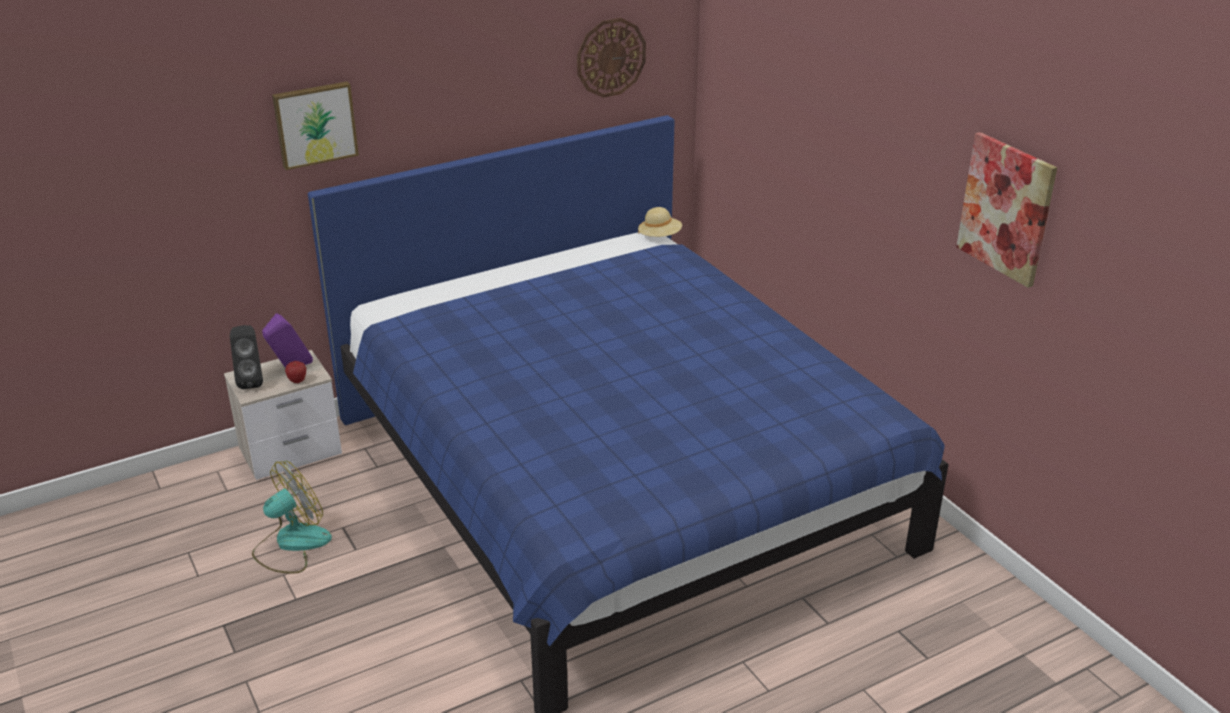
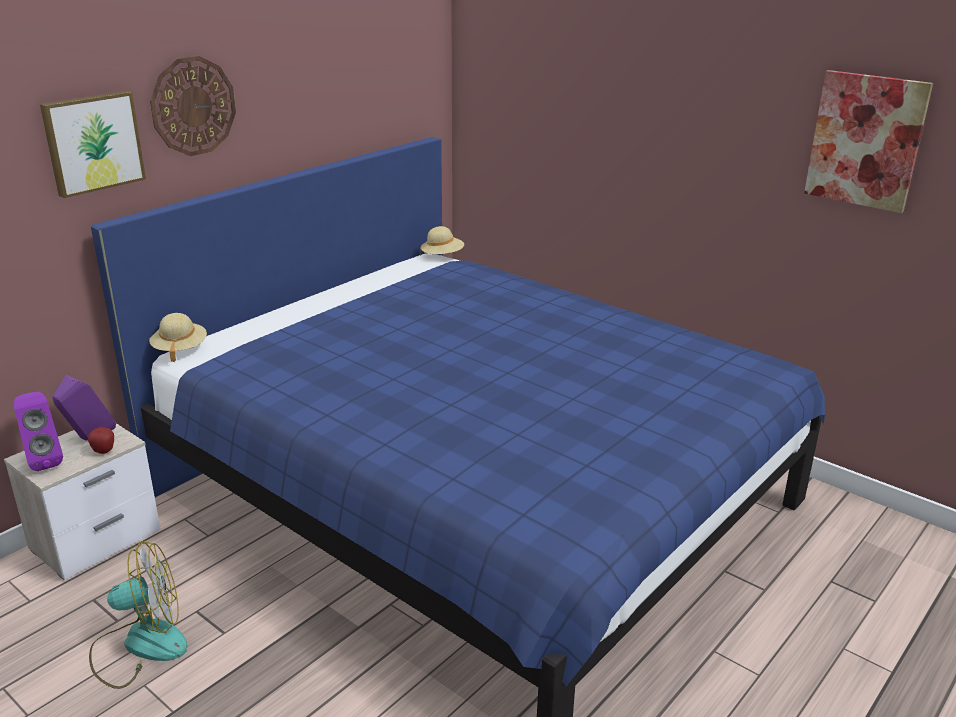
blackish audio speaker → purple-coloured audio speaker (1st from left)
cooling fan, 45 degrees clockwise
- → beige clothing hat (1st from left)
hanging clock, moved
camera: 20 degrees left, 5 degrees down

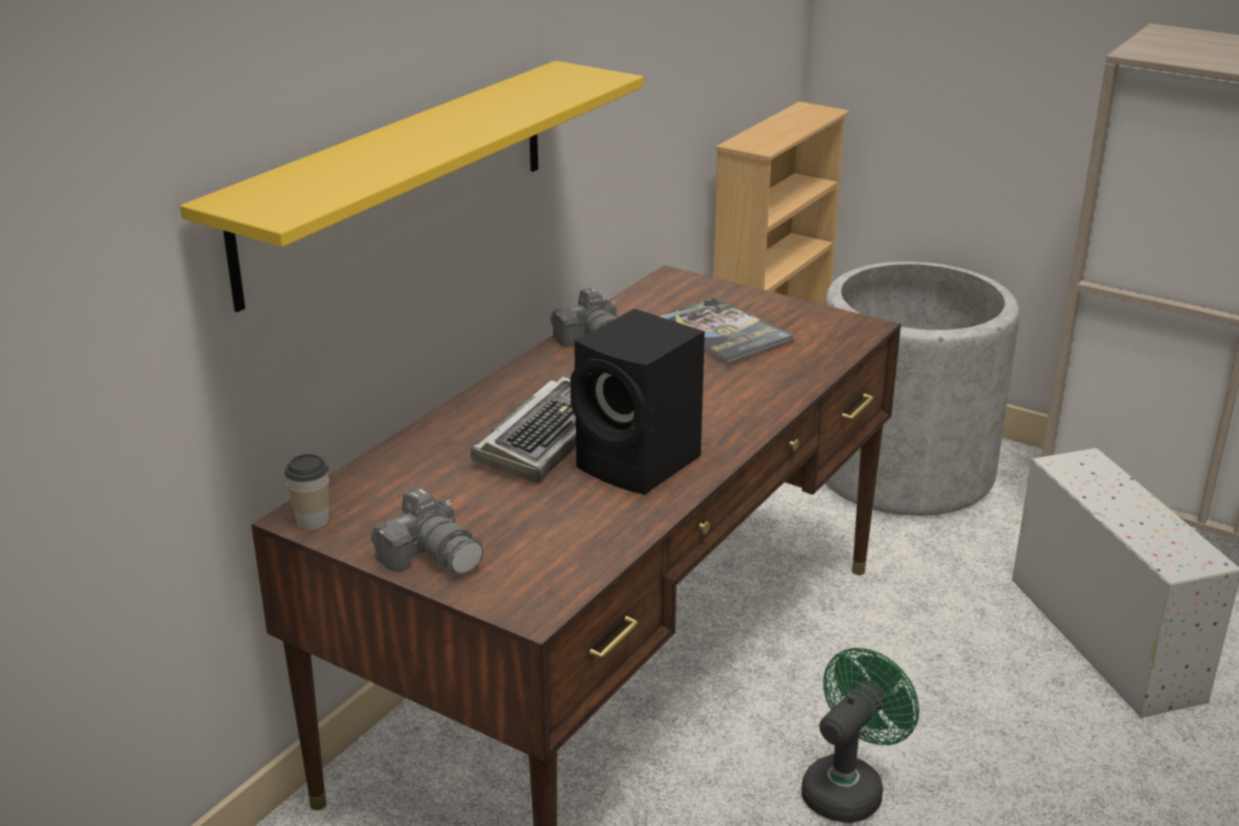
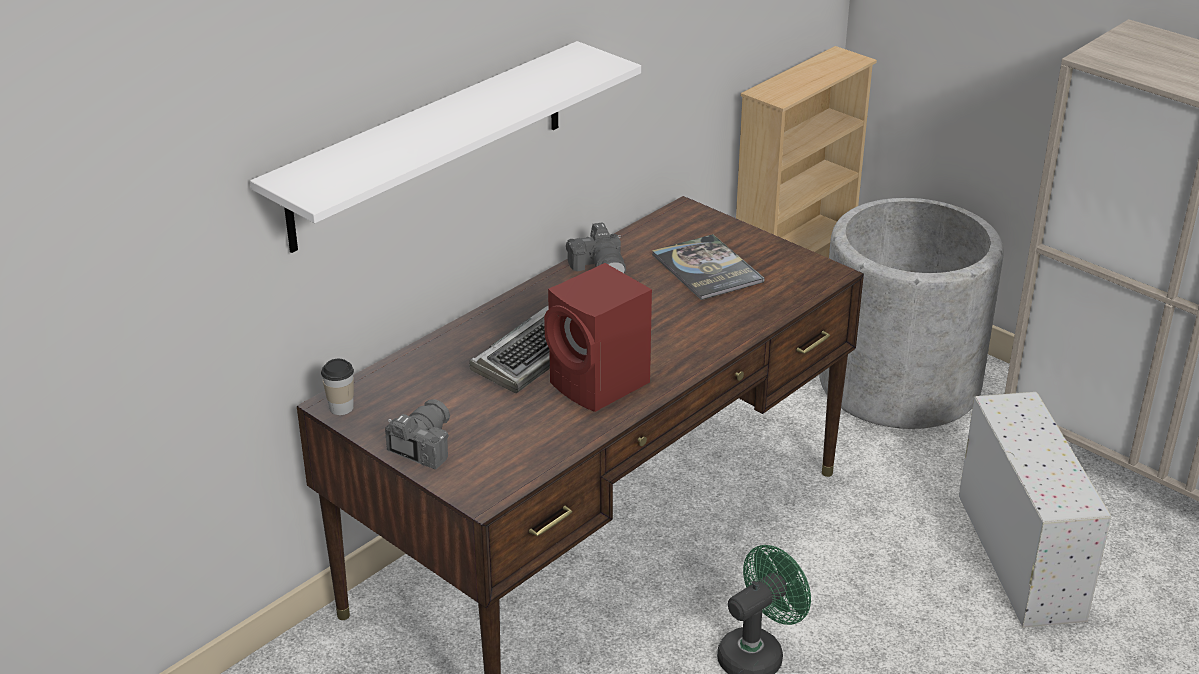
yellowish shelf → whitish shelf
still camera (1st from left), 120 degrees counterclockwise
blackish audio speaker → reddish audio speaker
camera: 10 degrees right, 5 degrees up

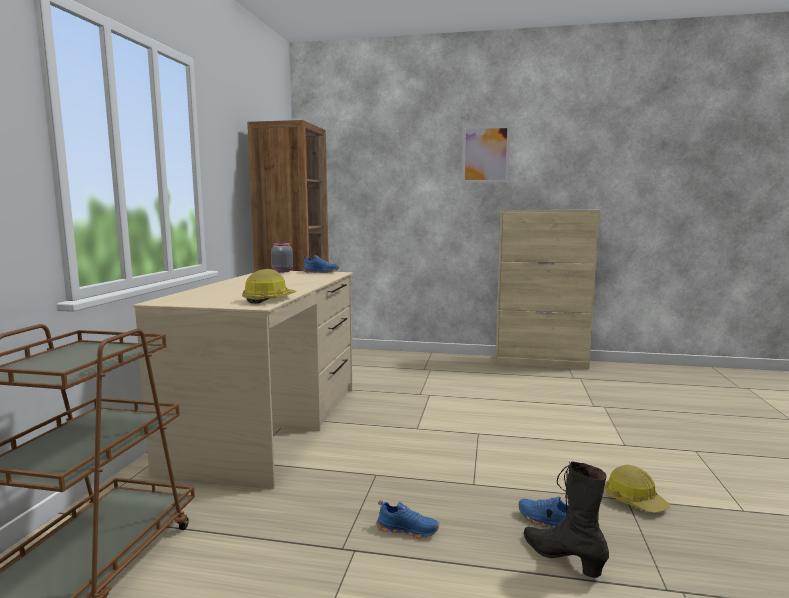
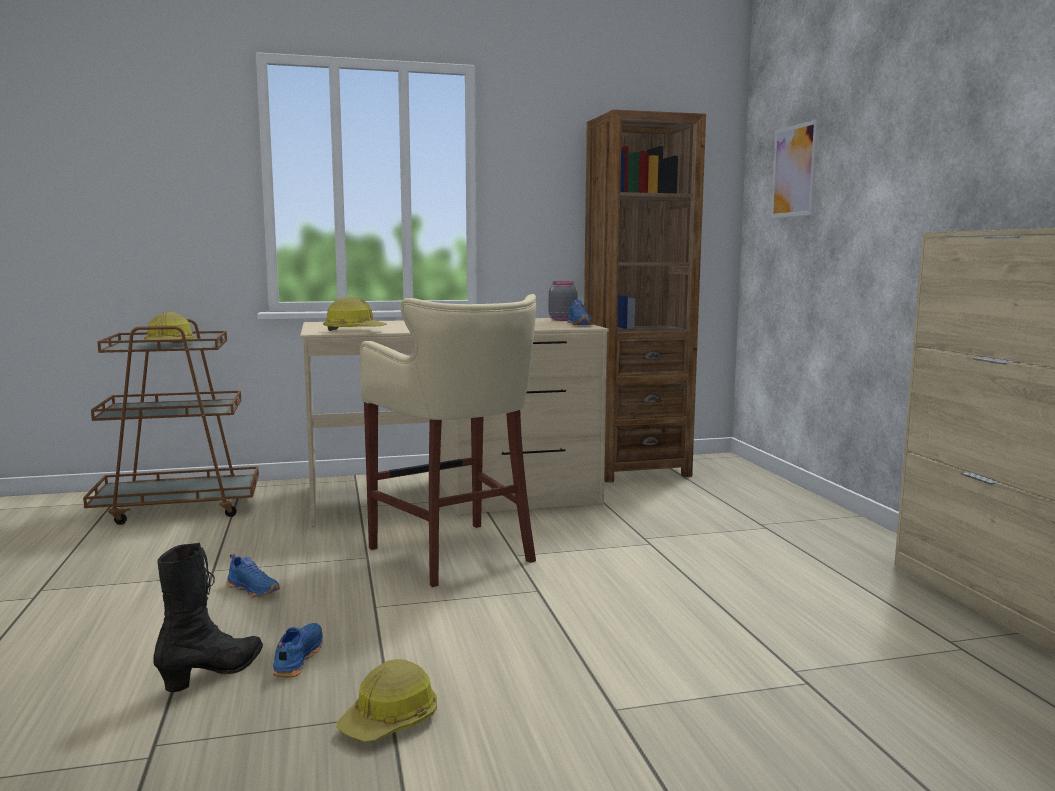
- → safety helmet (1st from left)
bluish item of footwear (2nd from left in the first image) → bluish item of footwear (1st from left), 45 degrees counterclockwise
- → beige stool seat
picture, moved
camera: 65 degrees right, 0 degrees up

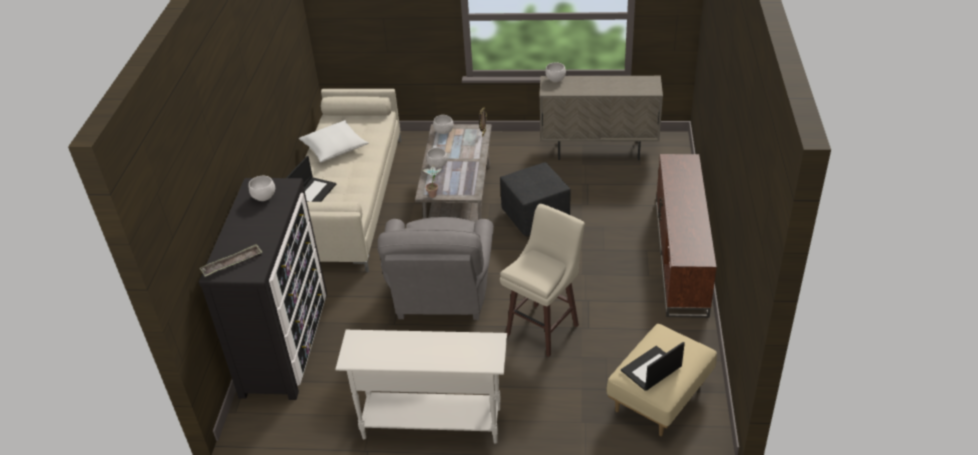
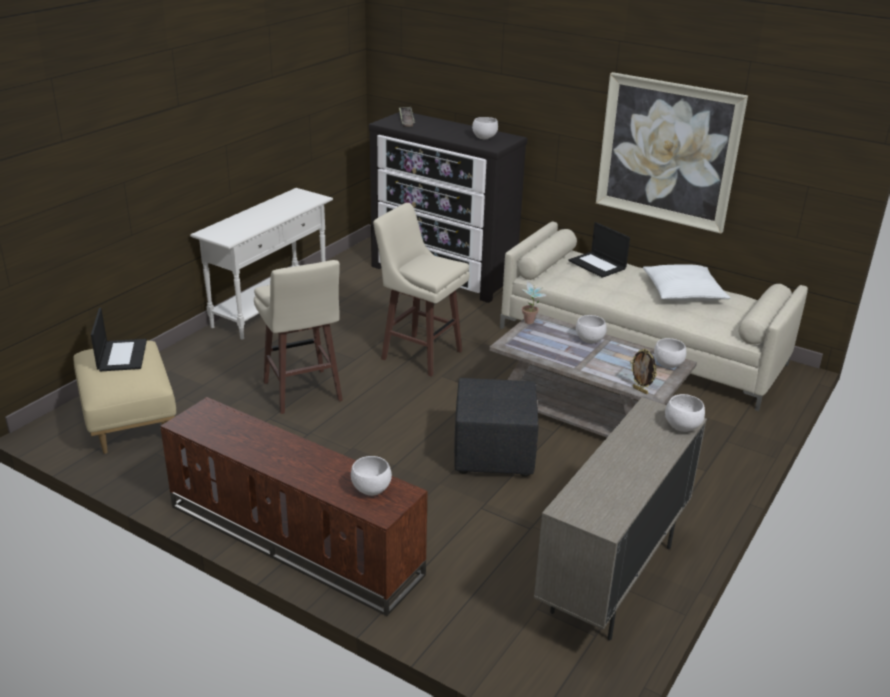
- → whitish bowl (1st from left)
gray armchair → beige stool seat (2nd from left)
- → picture
camera: 115 degrees right, 10 degrees down

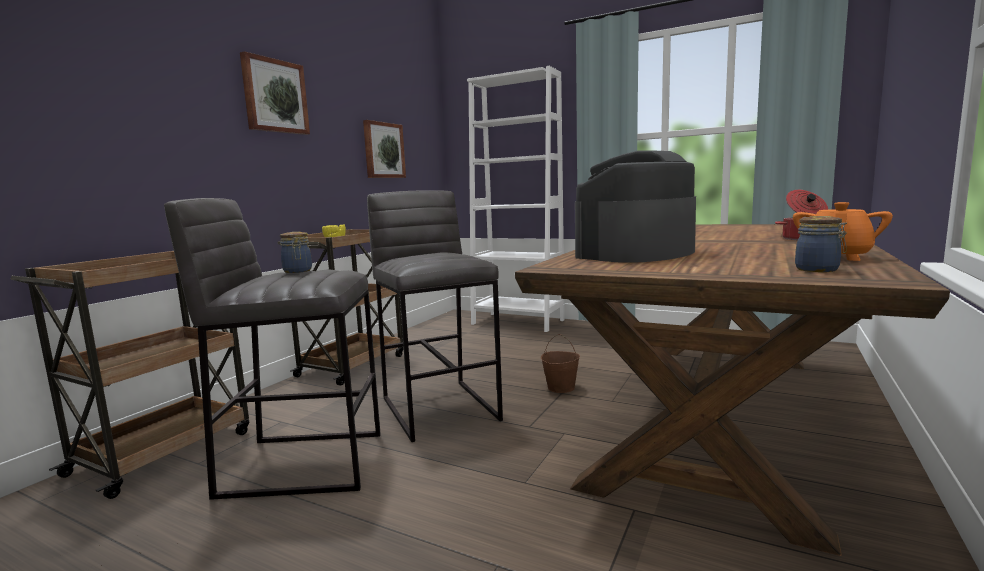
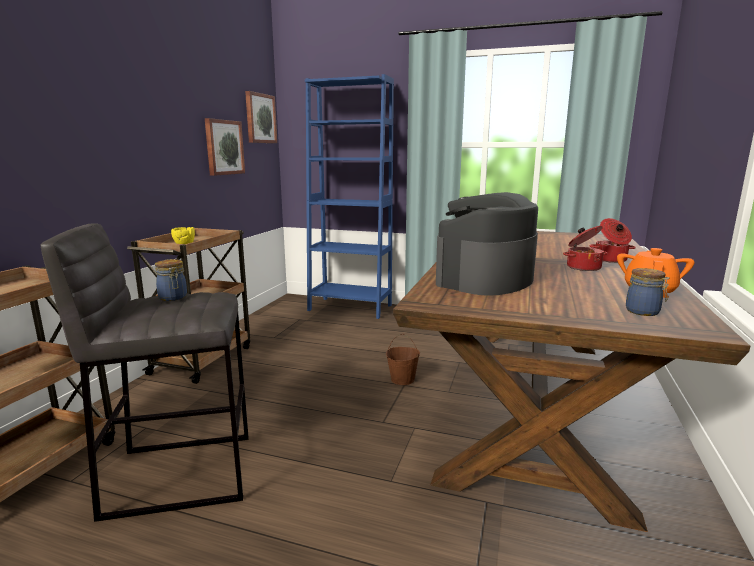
picture (1st from left in the first image) → picture (2nd from left), moved
whitish shelving unit → bluish shelving unit
- → saucepot (1st from left)
gray stool seat (2nd from left) → -
camera: 10 degrees left, 5 degrees up

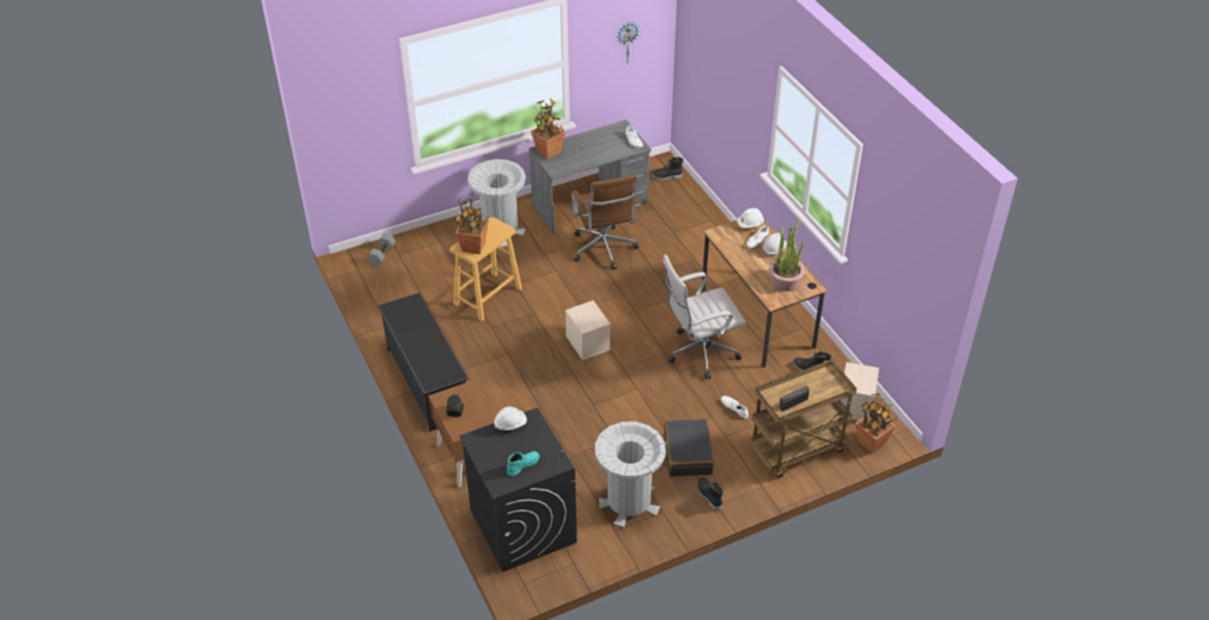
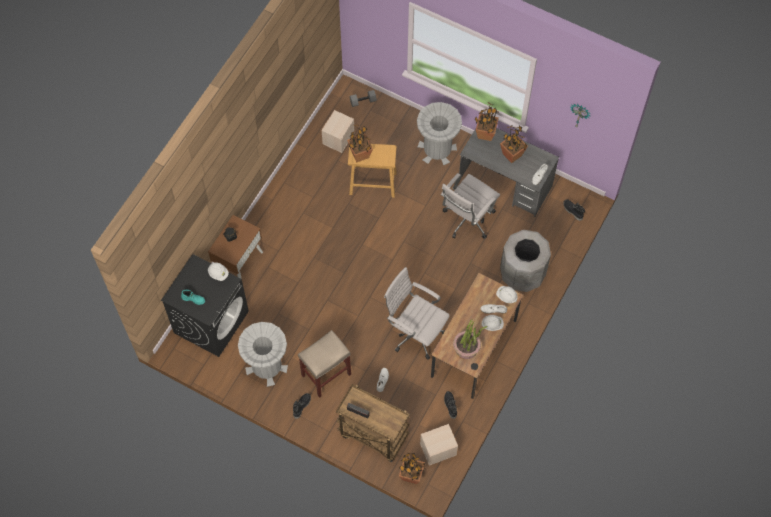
blackish piece of luggage → beige stool seat (1st from left)
beige storage bin (1st from left), moved
brownish computer chair → whitish computer chair (2nd from left)
- → potted plant (5th from left)
- → gray rubbish bin (3rd from left)
blackish shoe stand → -
camera: 55 degrees right, 20 degrees up

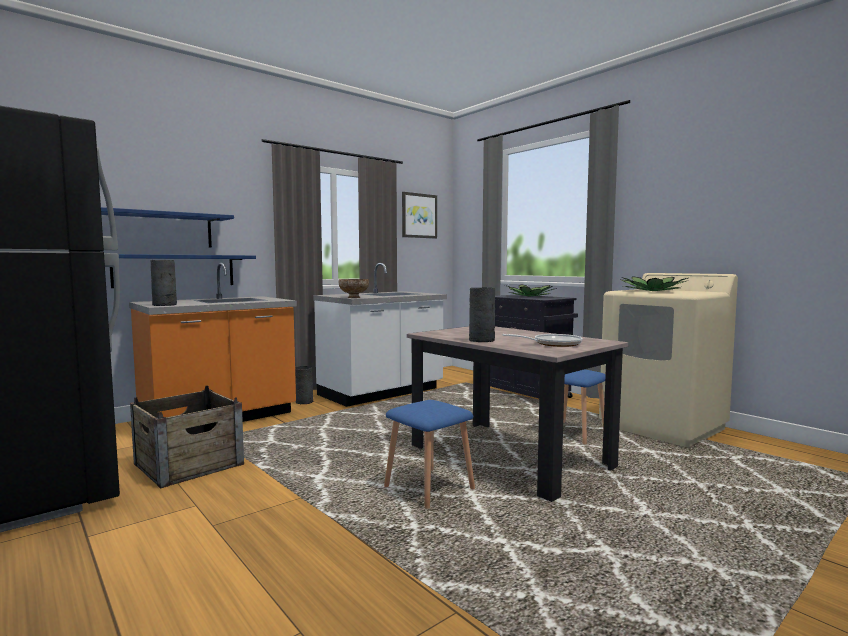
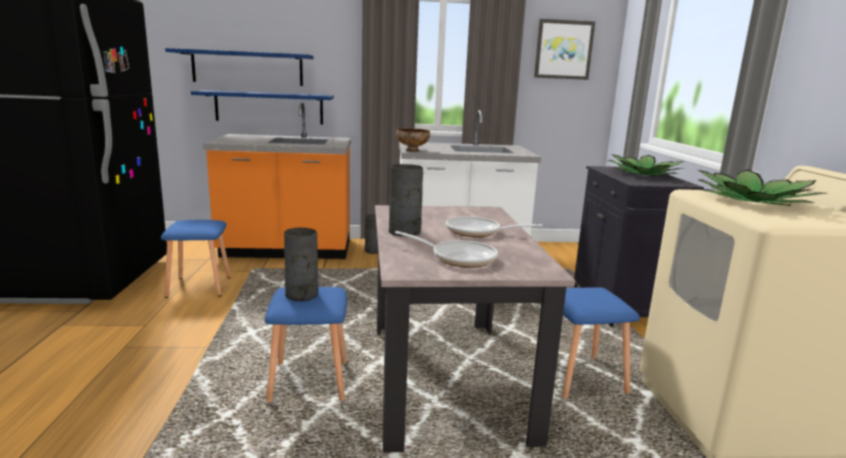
shipping crate → bluish stool seat (1st from left)
gray decorative vase (1st from left), moved
- → skillet (2nd from left)
camera: 35 degrees right, 10 degrees up

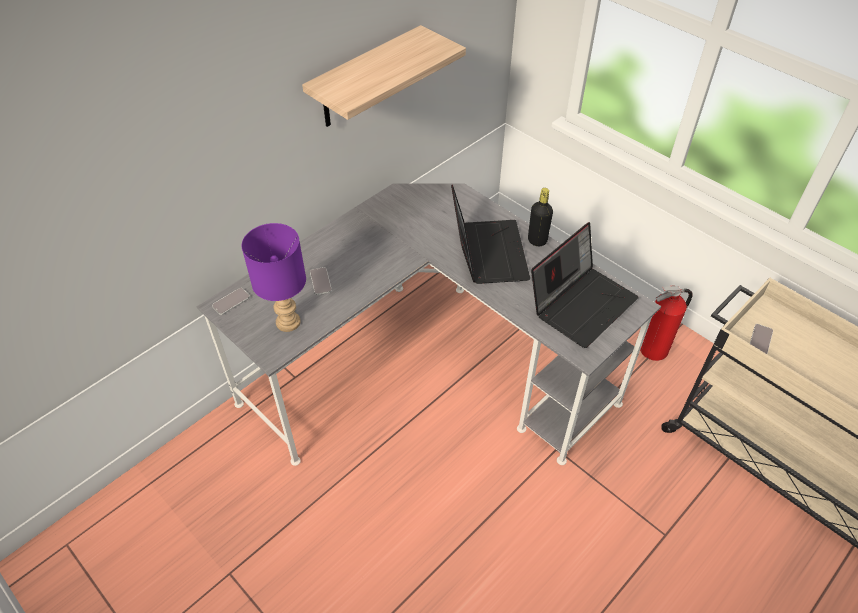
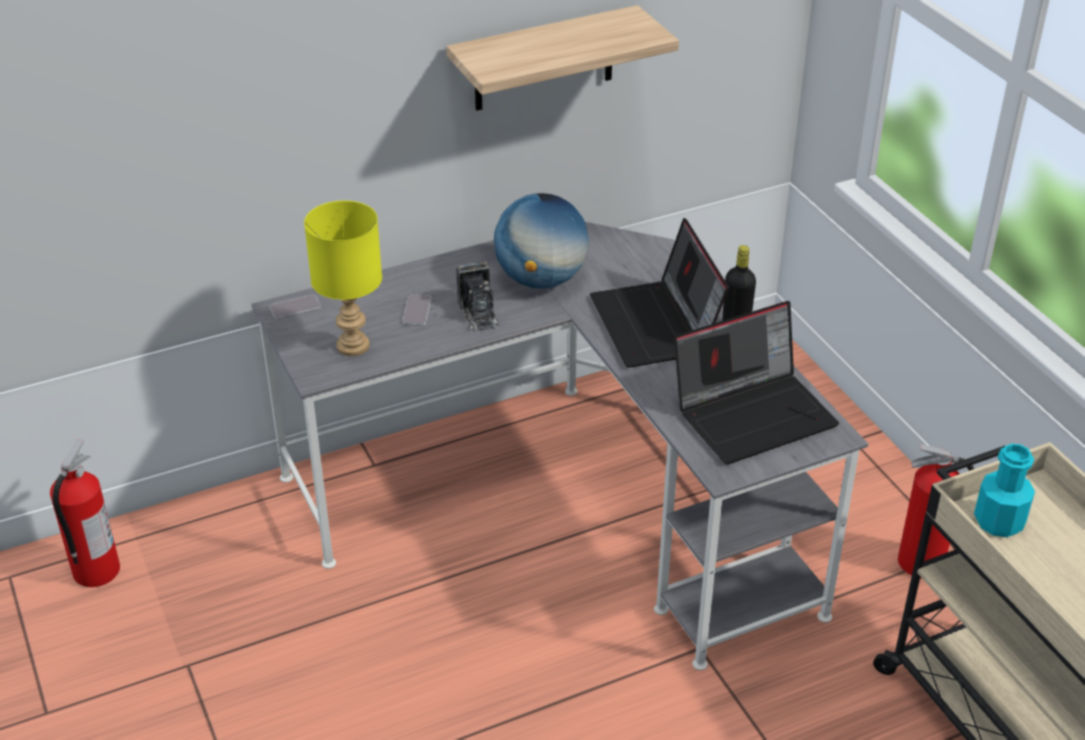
- → extinguisher (1st from left)
purple-coloured tabletop lamp → yellowish tabletop lamp
- → still camera
- → desk globe
portable computer (1st from left), 150 degrees clockwise
phone (3rd from left) → turquoise-coloured drink bottle
camera: 20 degrees right, 10 degrees down

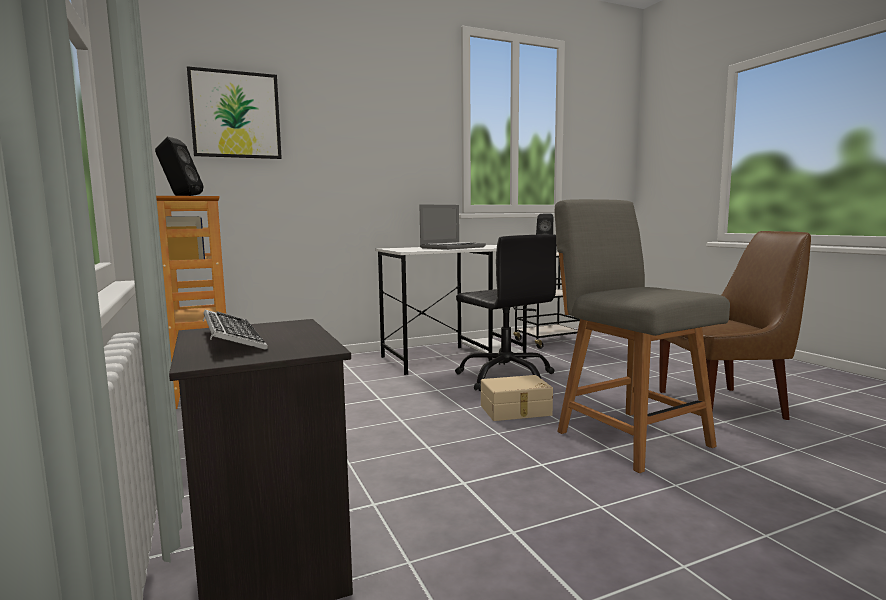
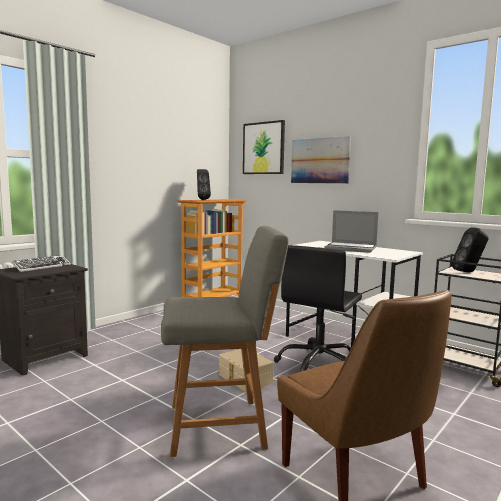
gray plain chair, 45 degrees clockwise
- → picture (2nd from left)
camera: 65 degrees right, 0 degrees up

